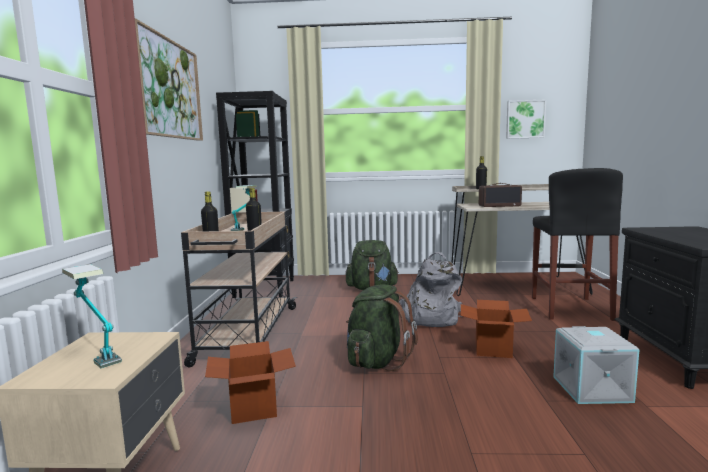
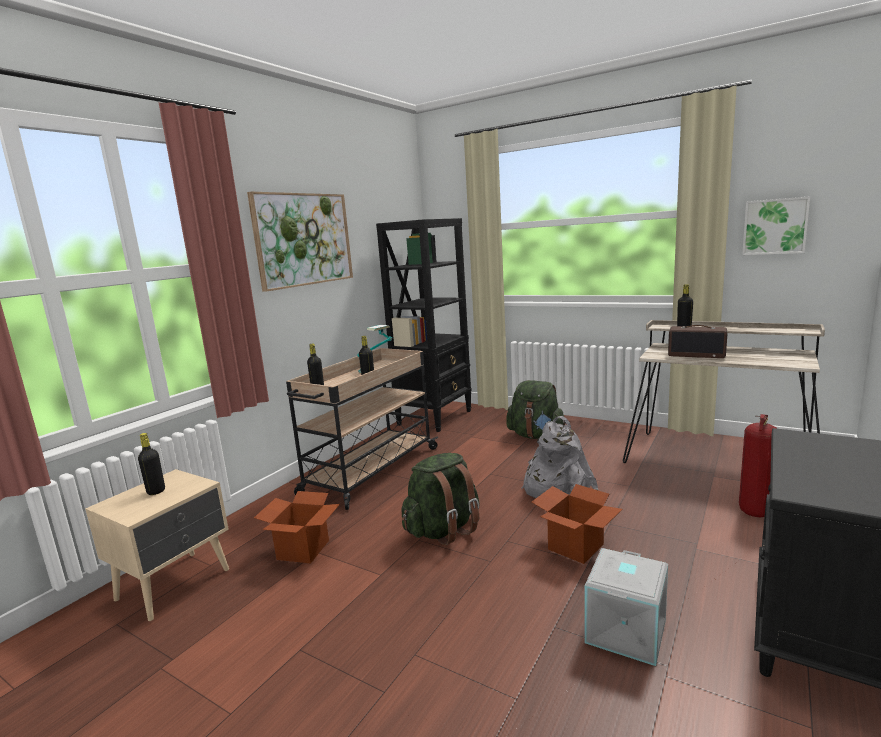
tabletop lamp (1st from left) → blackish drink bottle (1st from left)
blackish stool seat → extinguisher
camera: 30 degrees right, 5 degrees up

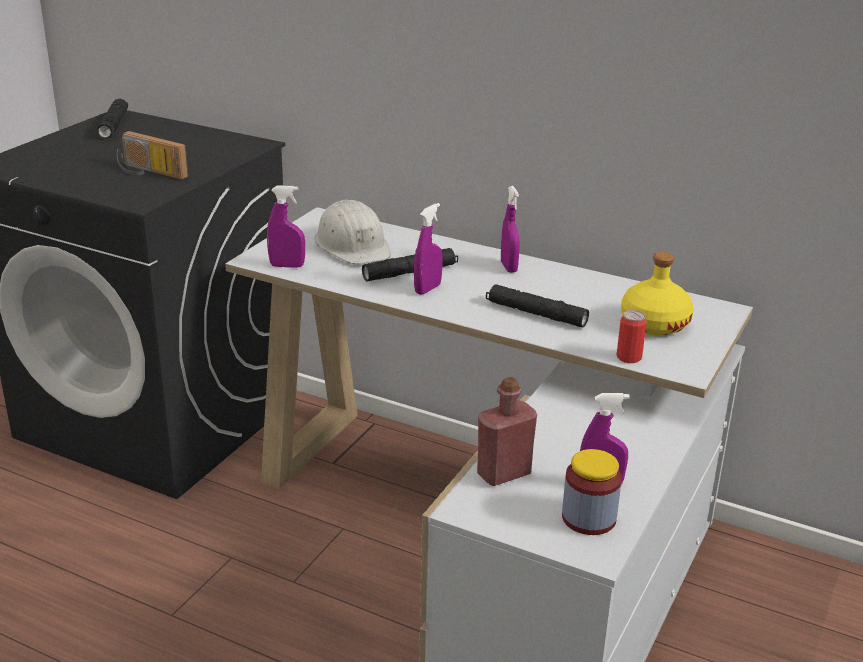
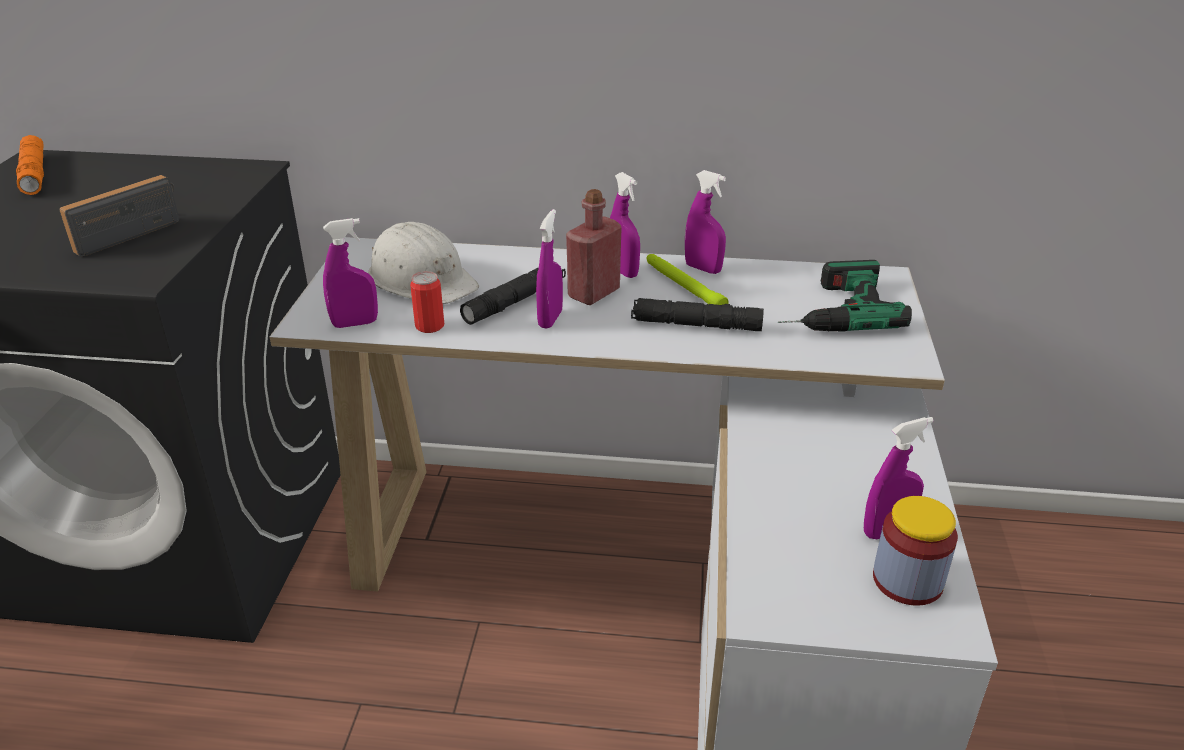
blackish flashlight (1st from left) → orange flashlight
radio, 120 degrees clockwise
can, moved
reddish drink bottle, moved
- → greenish flashlight
- → purple-coloured sprayer (4th from left)
yellowish drink bottle → electric drill
camera: 20 degrees left, 5 degrees up

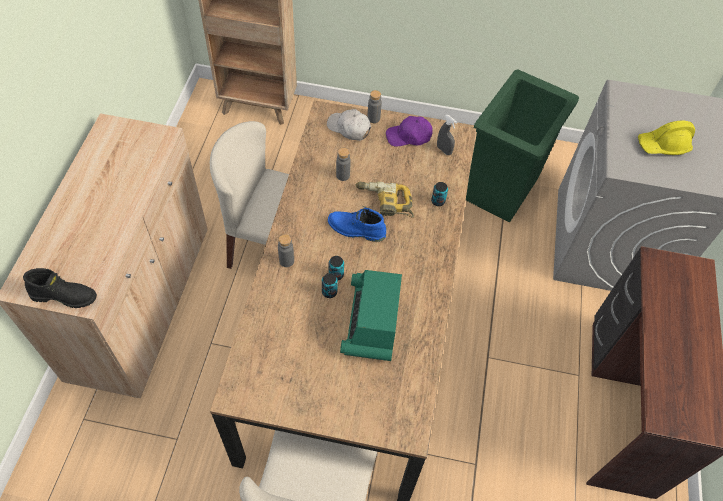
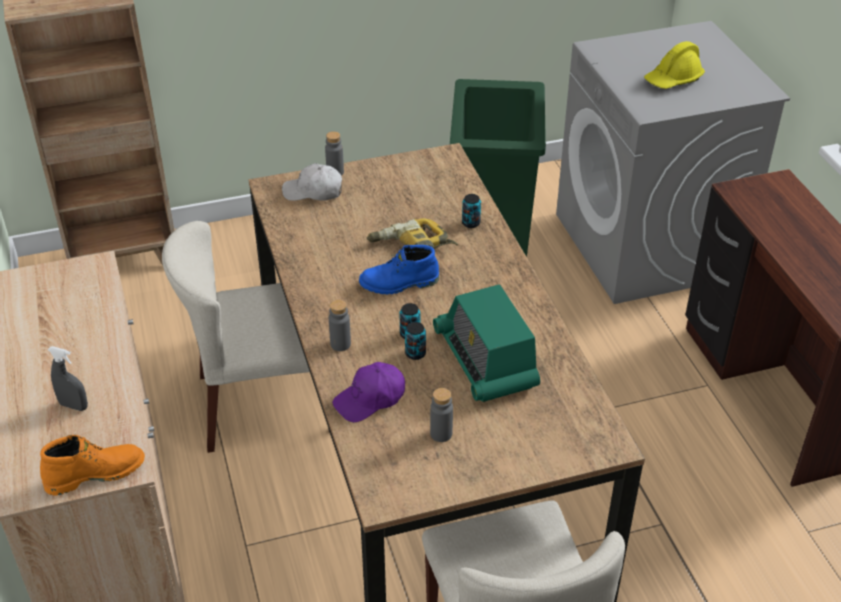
blackish tall boot → orange tall boot
gray sprayer, moved
purple-coloured baseball cap, moved
gray drink bottle (2nd from left in the first image) → gray drink bottle (3rd from left), moved
camera: 25 degrees left, 15 degrees down

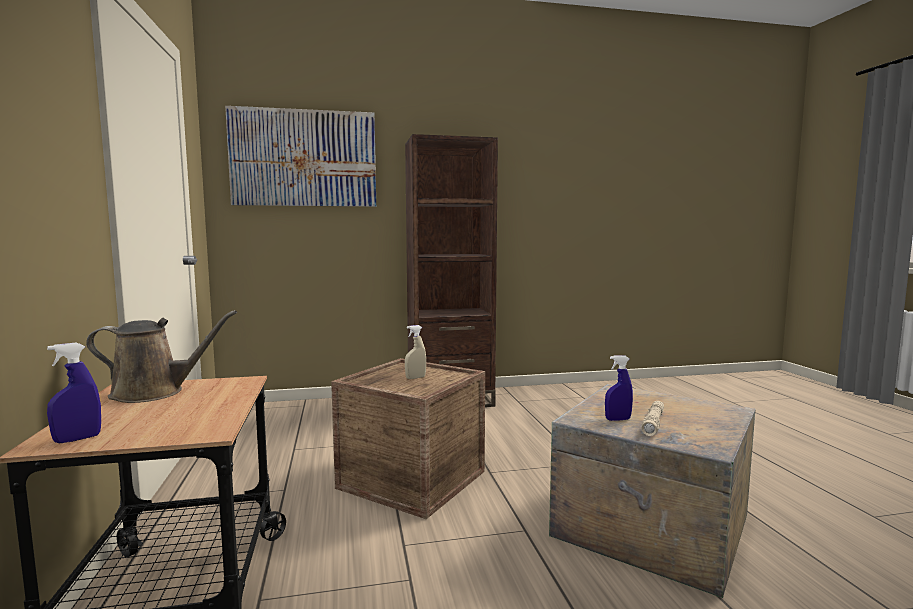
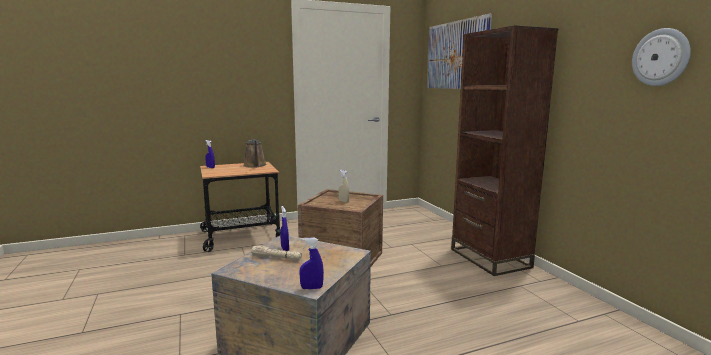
- → bluish sprayer (3rd from left)
- → hanging clock
camera: 80 degrees right, 5 degrees up

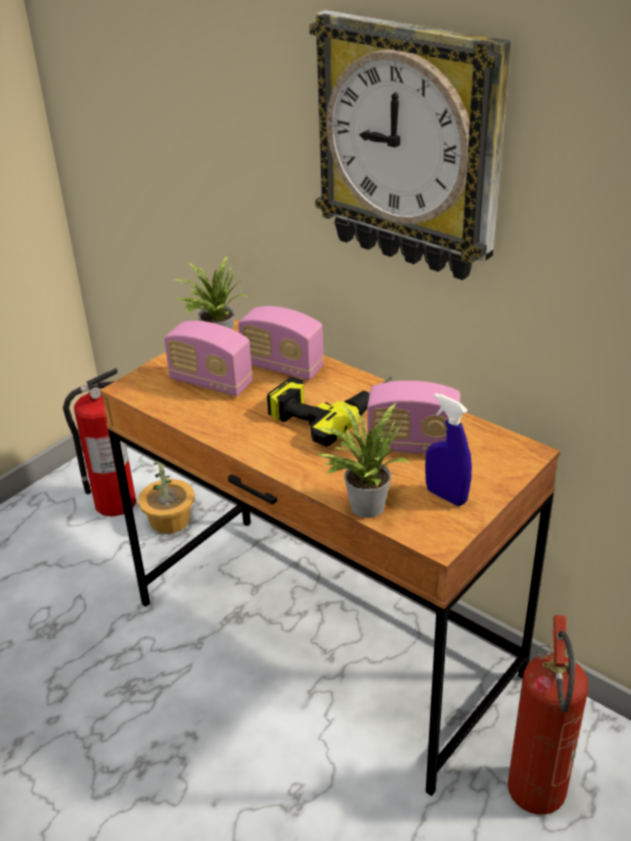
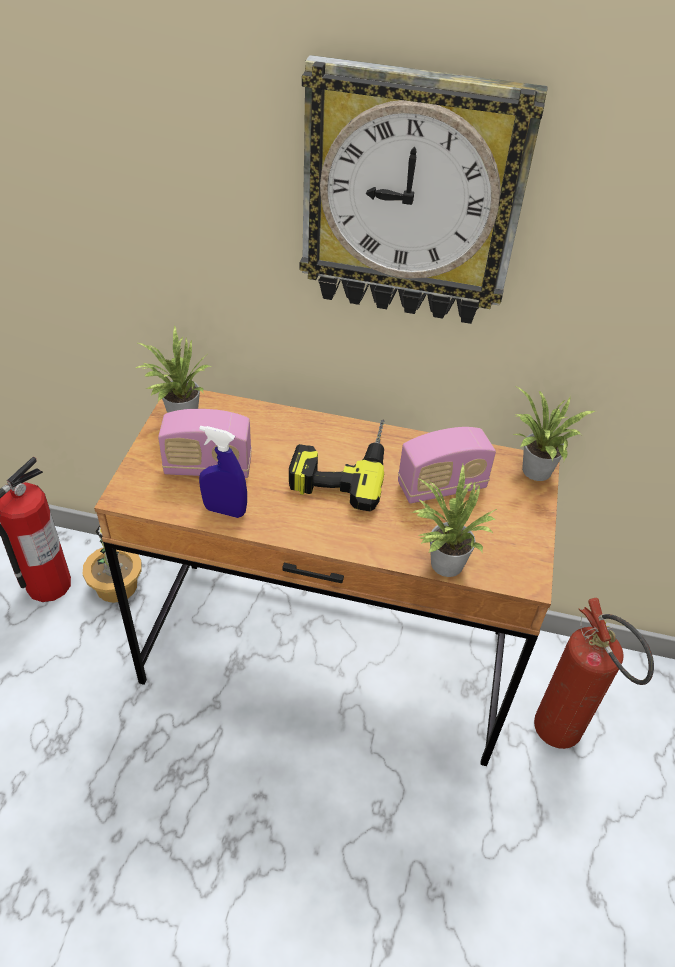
bluish sprayer, moved
- → potted plant (4th from left)
radio (2nd from left) → -
camera: 30 degrees left, 10 degrees up

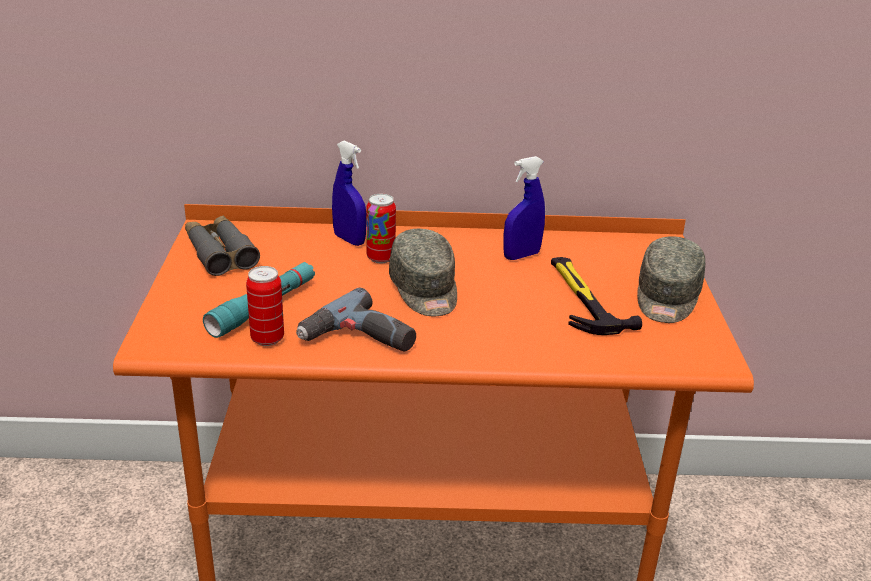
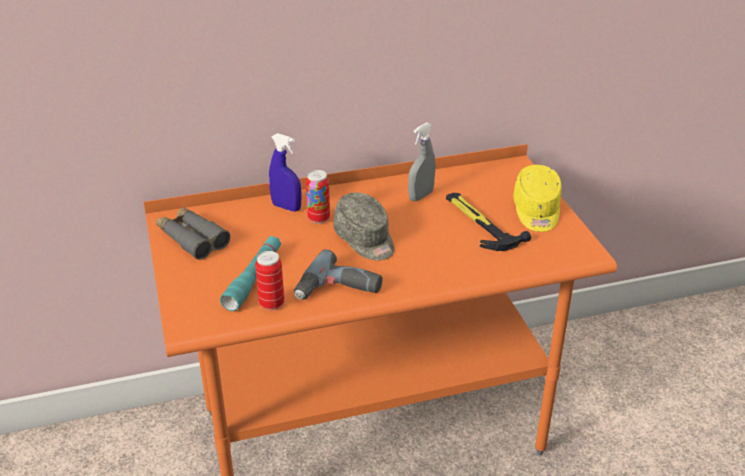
bluish sprayer (2nd from left) → gray sprayer
gray baseball cap (2nd from left) → yellowish baseball cap
camera: 15 degrees left, 5 degrees up

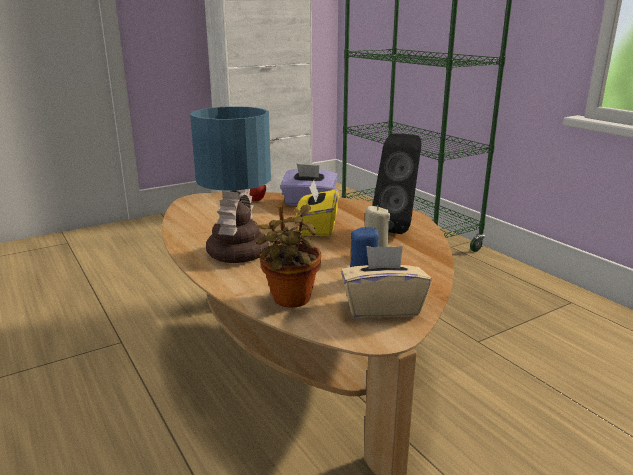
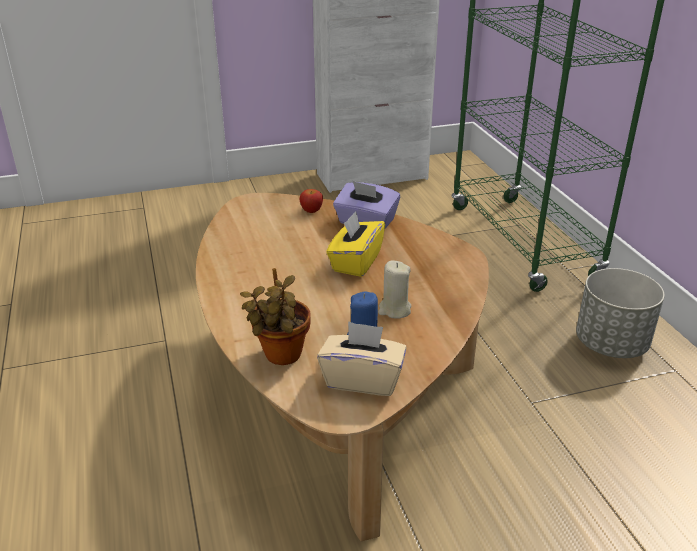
- → gray planter
tabletop lamp → -
blackish audio speaker → -
camera: 15 degrees right, 10 degrees up

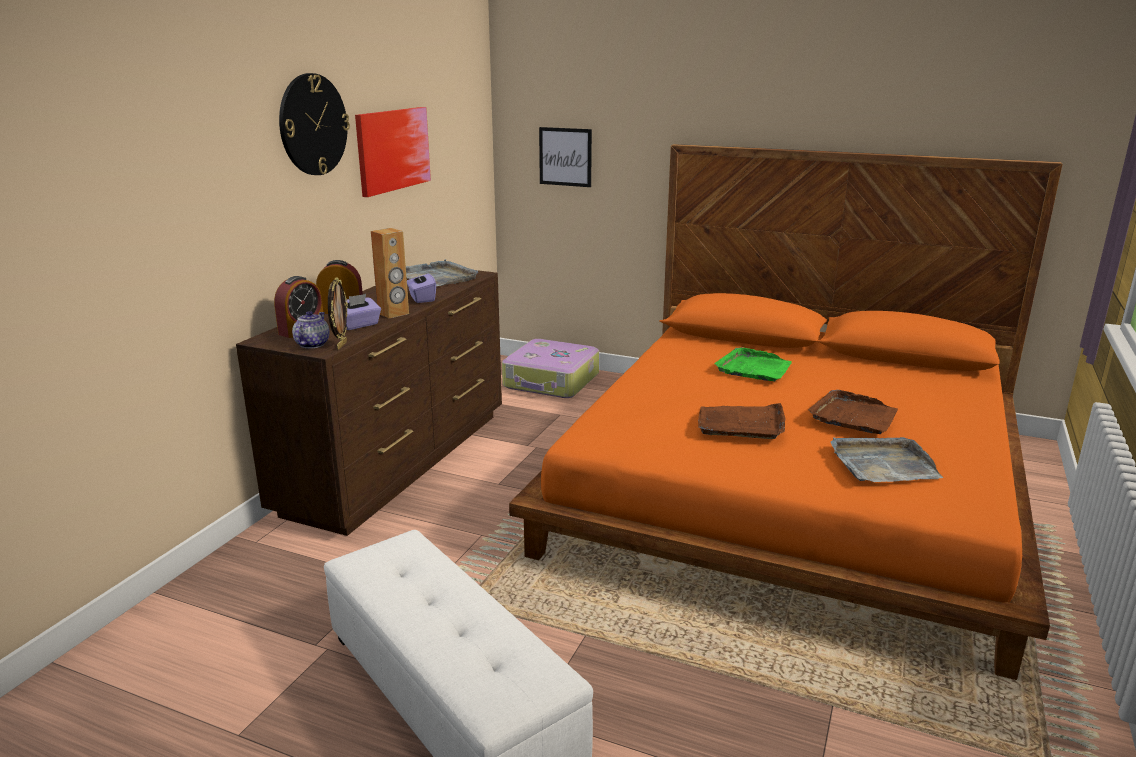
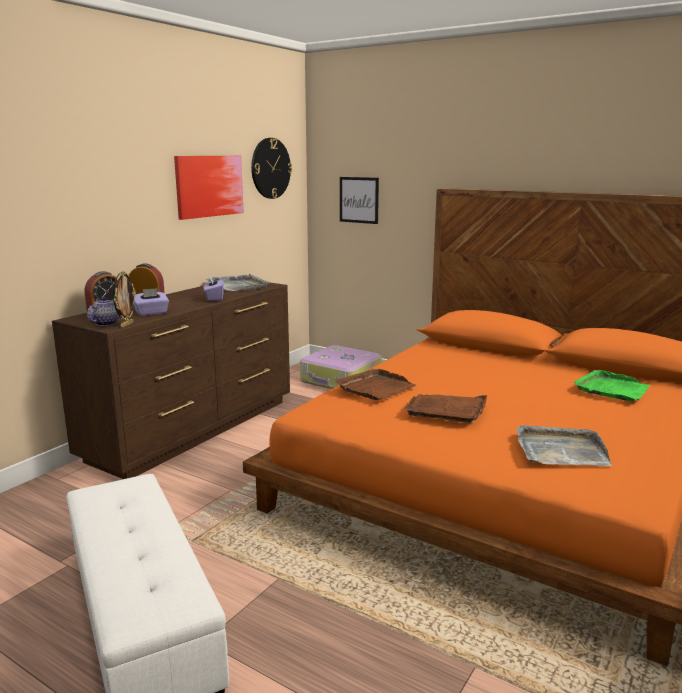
hanging clock, moved
brownish serving tray (2nd from left in the first image) → brownish serving tray (1st from left), moved
greenish serving tray, moved
brownish audio speaker → -
camera: 10 degrees right, 5 degrees down

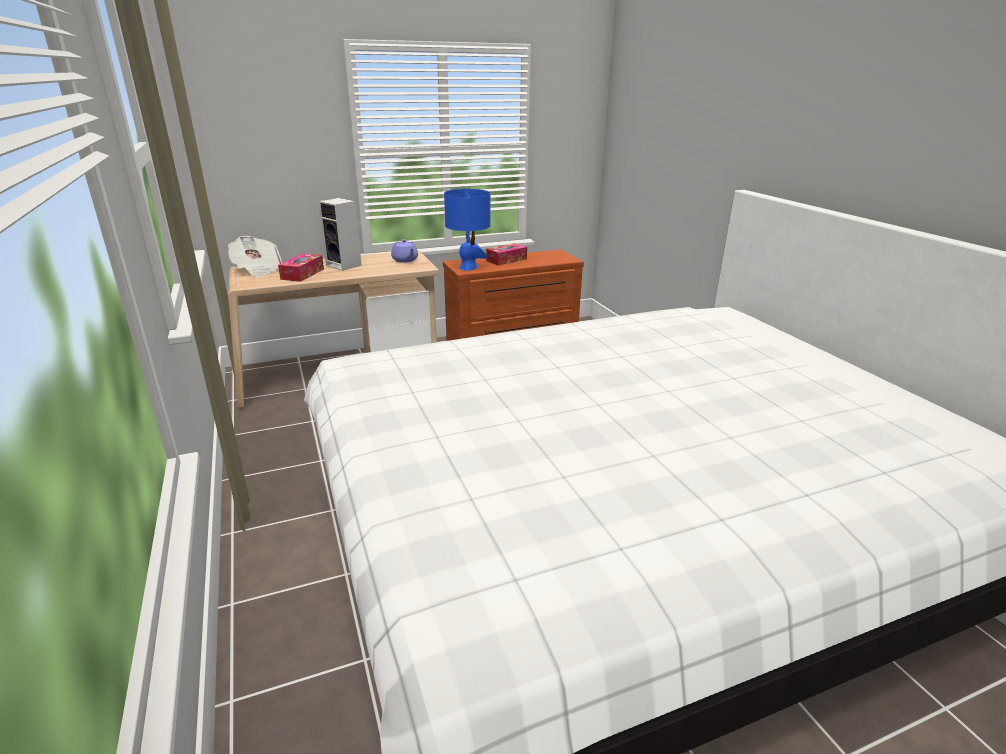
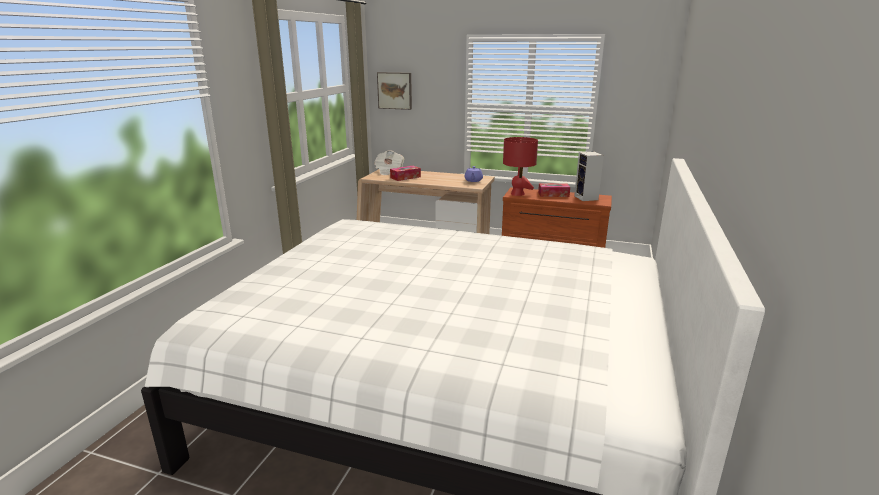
- → picture
bluish tabletop lamp → reddish tabletop lamp
audio speaker, moved
camera: 40 degrees right, 5 degrees down

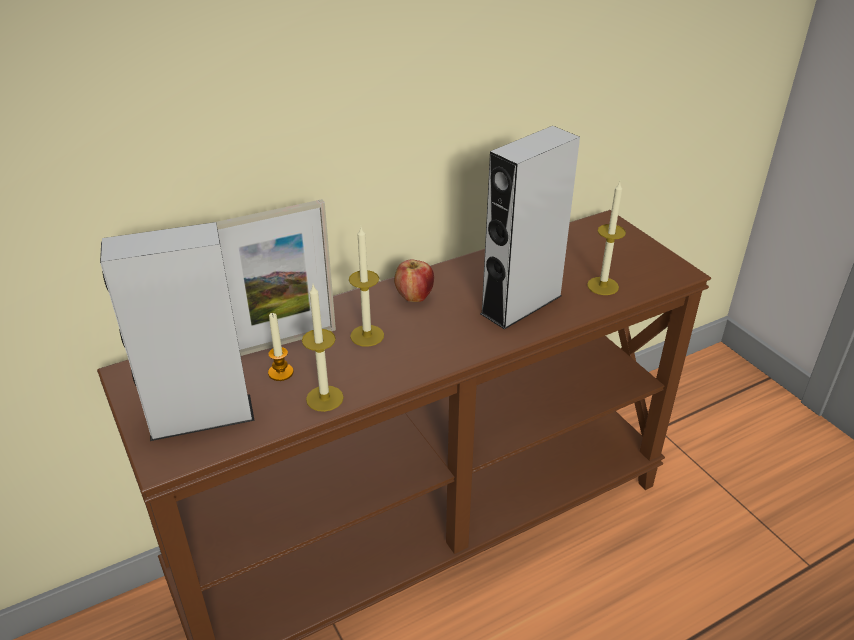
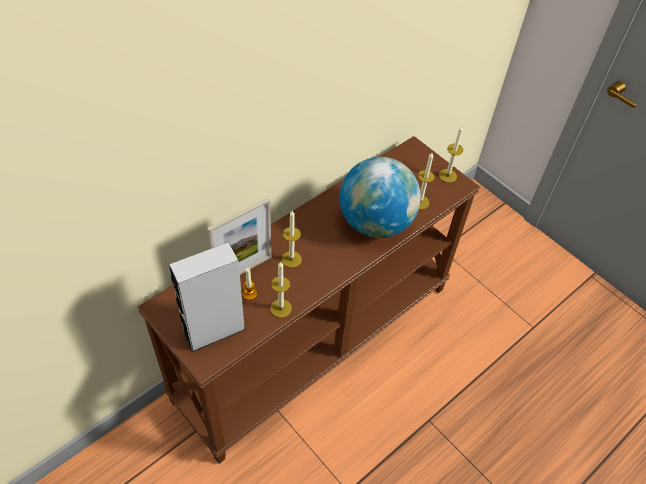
gray audio speaker (2nd from left) → desk globe
- → wax light (5th from left)
whole apple → -
camera: 15 degrees left, 15 degrees up

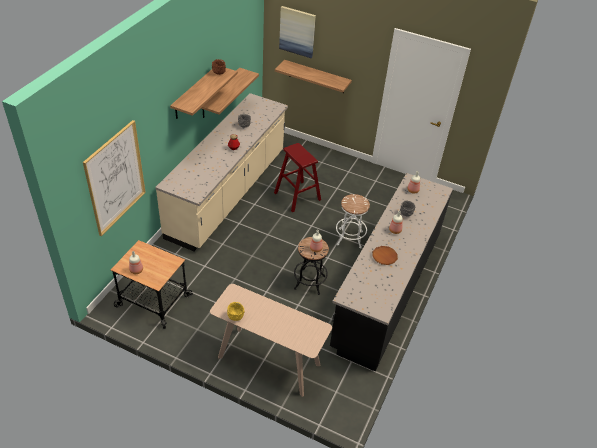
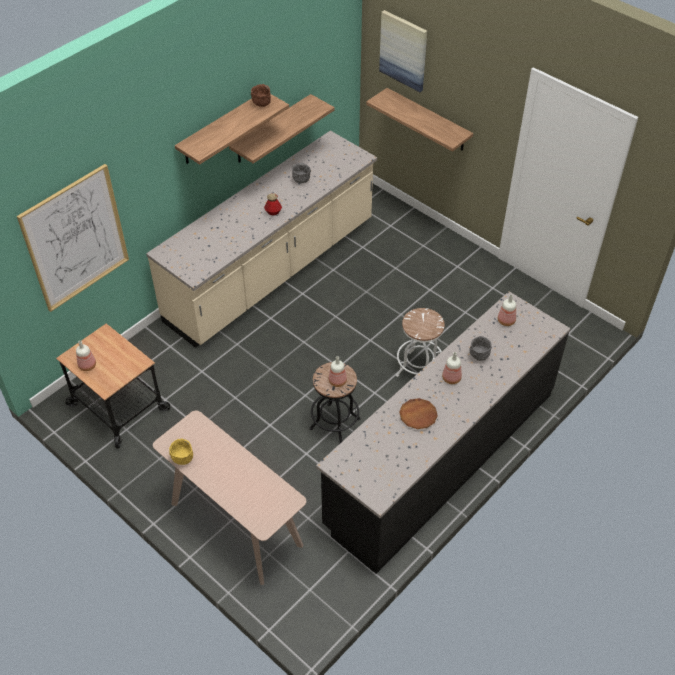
reddish stool seat → -
camera: 20 degrees right, 5 degrees up

